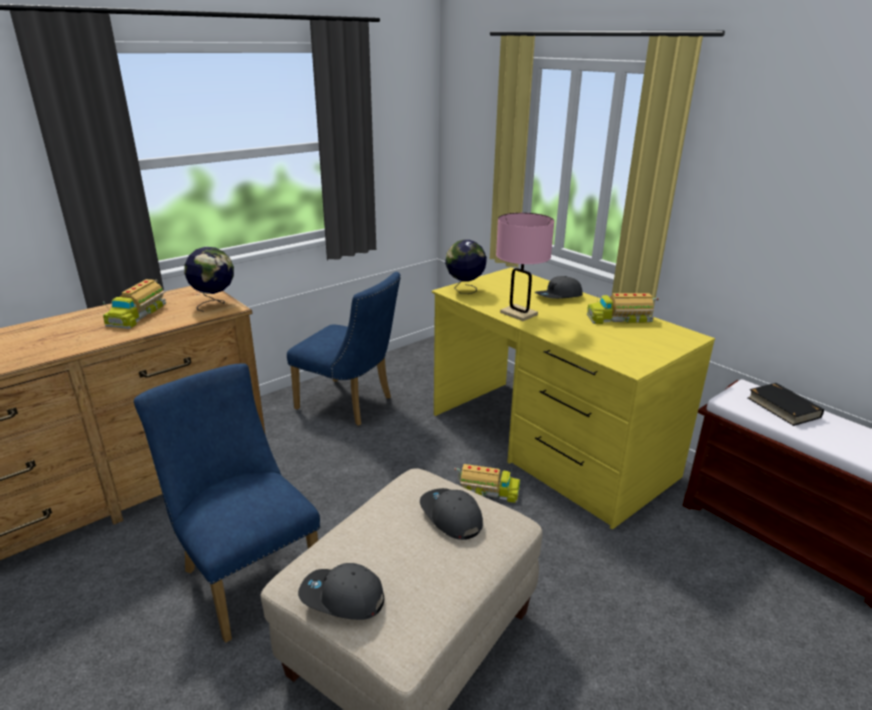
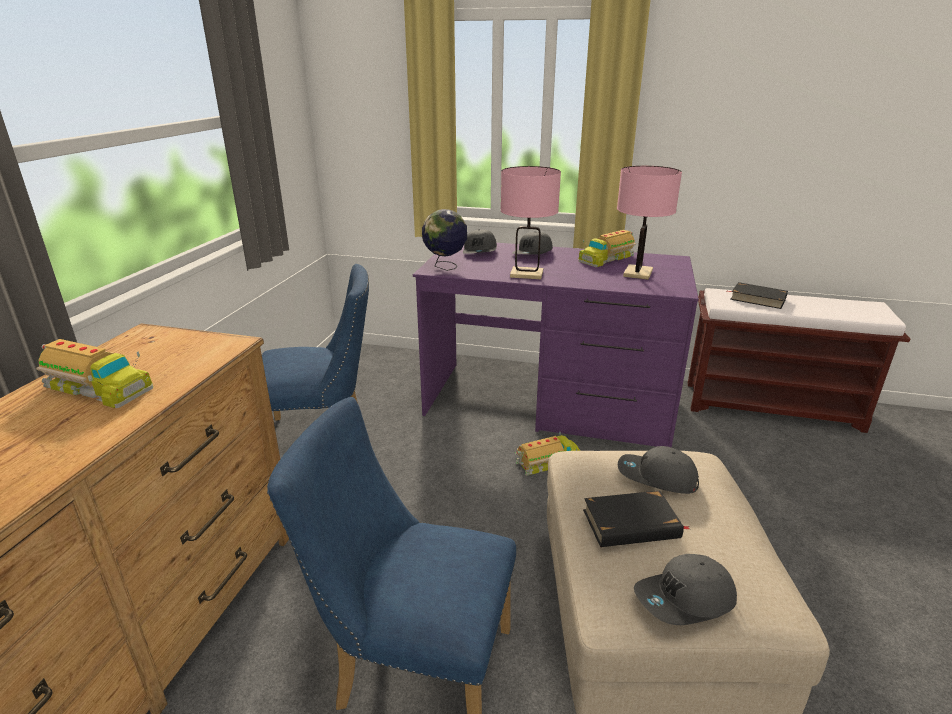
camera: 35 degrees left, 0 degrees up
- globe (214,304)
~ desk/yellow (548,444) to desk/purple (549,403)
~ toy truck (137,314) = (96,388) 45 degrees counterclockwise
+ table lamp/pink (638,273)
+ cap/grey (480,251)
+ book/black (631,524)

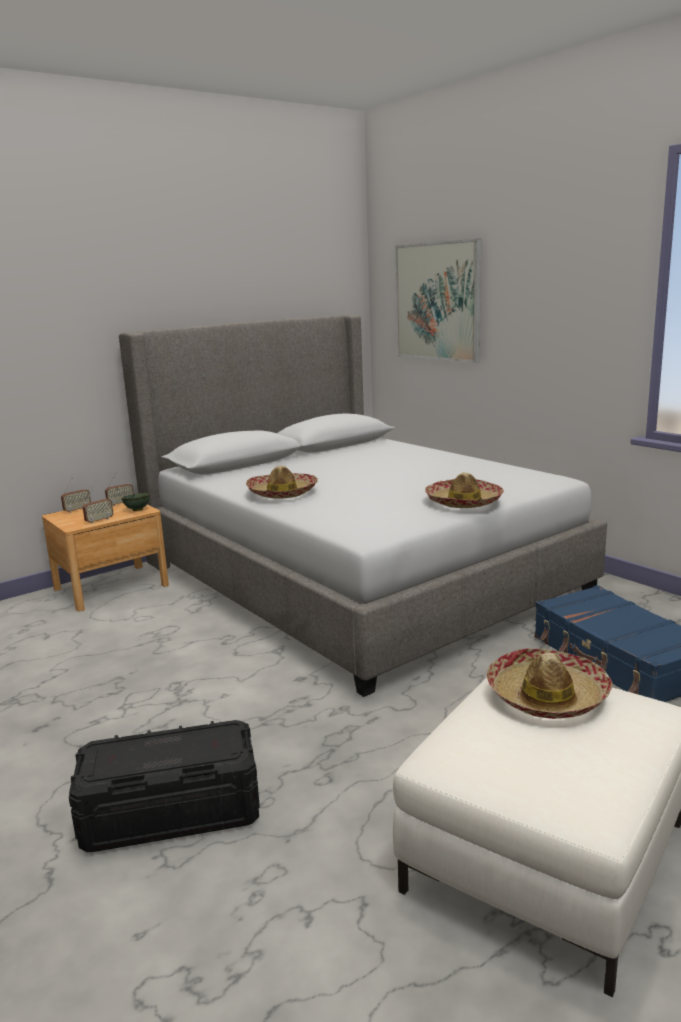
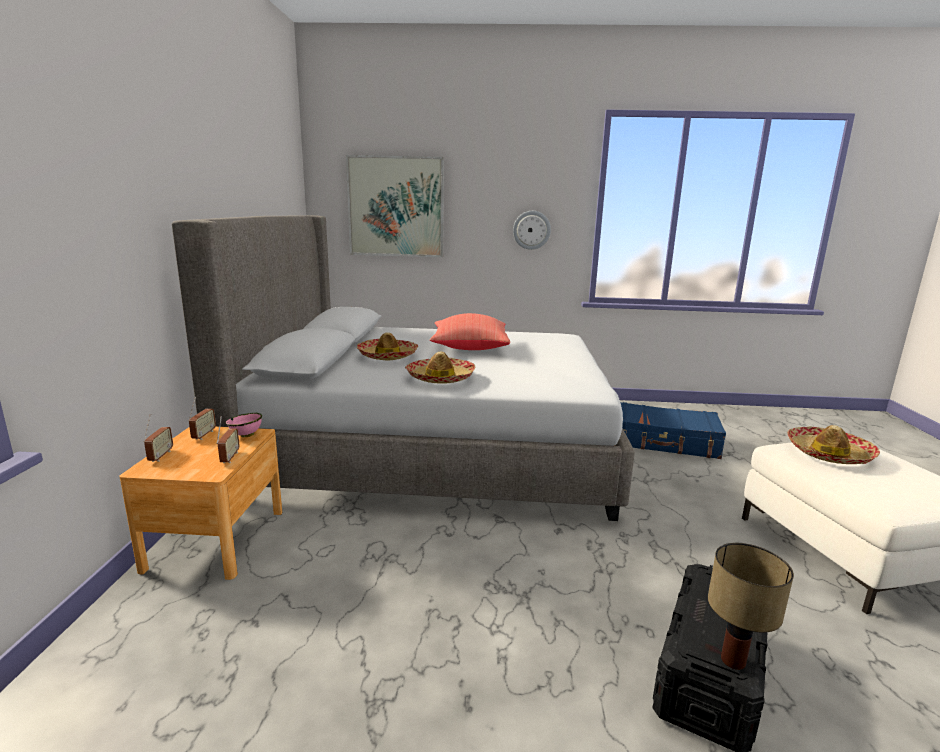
camera: 50 degrees left, 0 degrees up
~ hat (464,502) to (387,356)
~ bowl/green (137,510) to bowl/pink (246,435)
+ wall clock (531,230)
+ pillow/red (469,348)
+ table lamp (731,659)

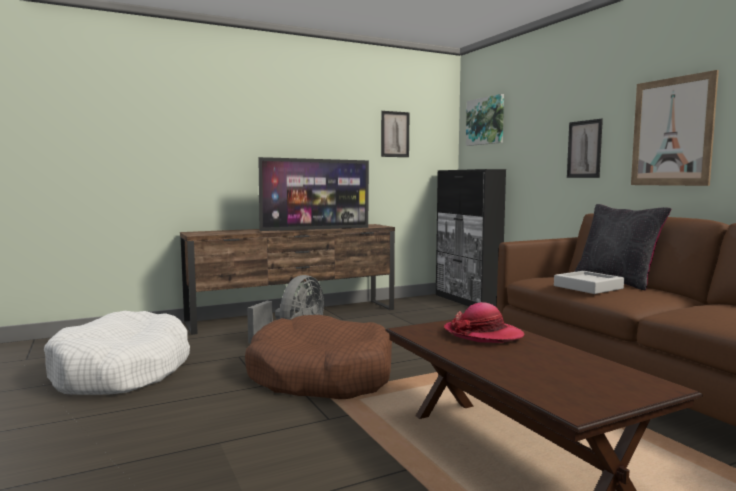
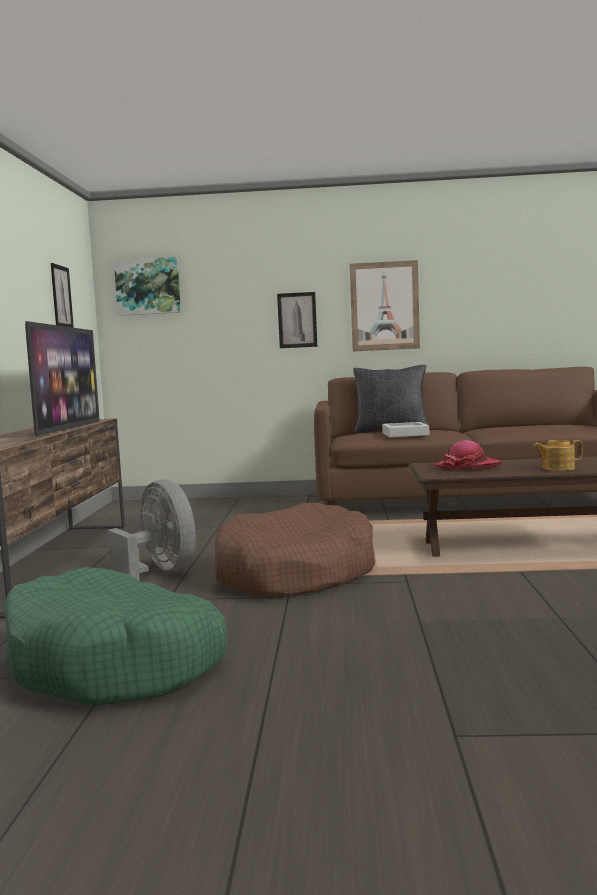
camera: 60 degrees left, 0 degrees up
- cabinet/black (467,301)
~ dog bed/white (121,371) to dog bed/green (114,663)
+ teapot (557,468)

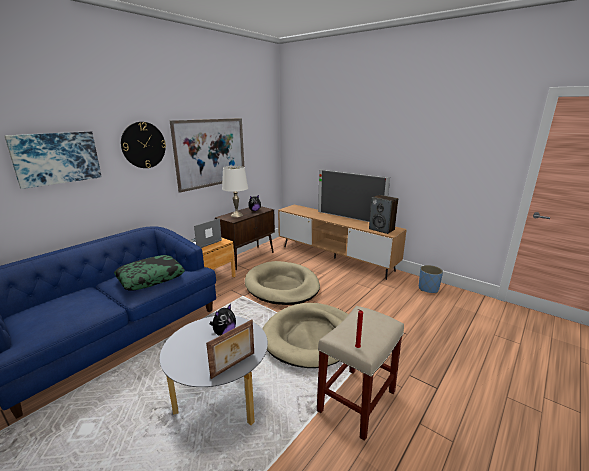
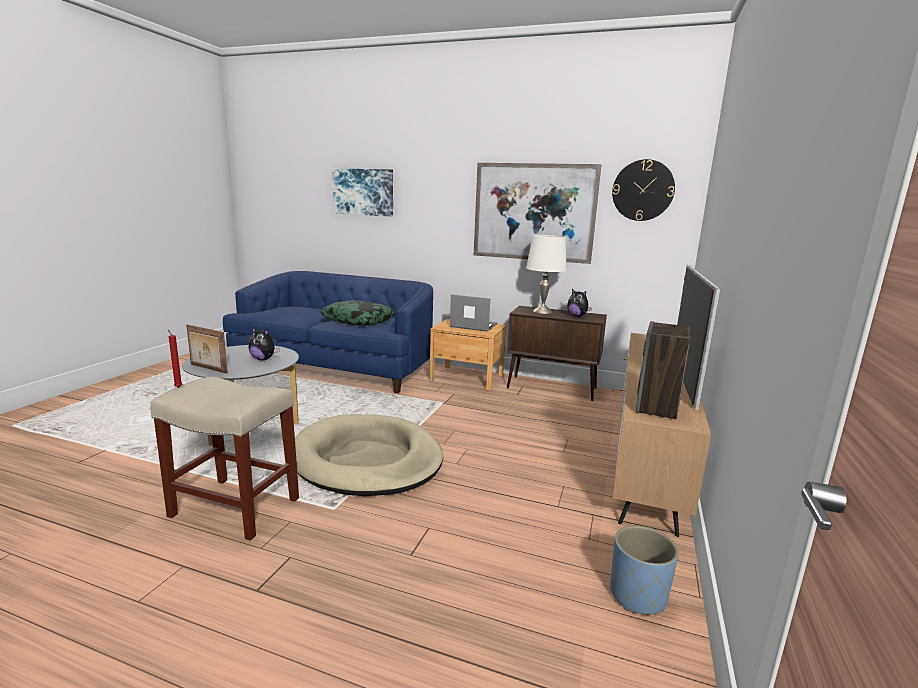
camera: 70 degrees right, 5 degrees down
~ wall clock (143,145) to (642,190)
- dog bed/beige (282,286)

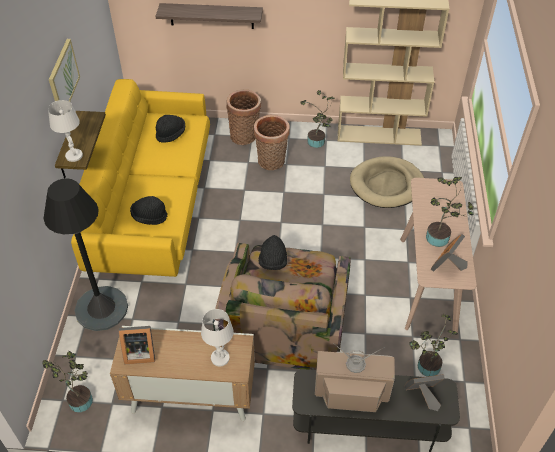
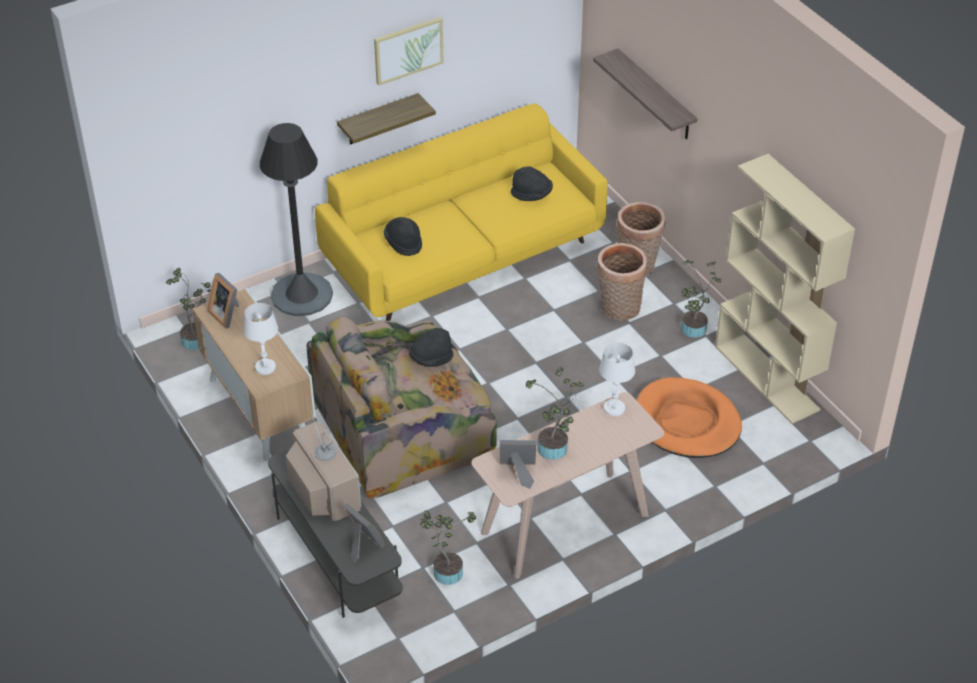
camera: 55 degrees right, 5 degrees down
~ table lamp/white (74,155) to (614,408)
~ dog bed/beige (386,185) to dog bed/orange (686,422)

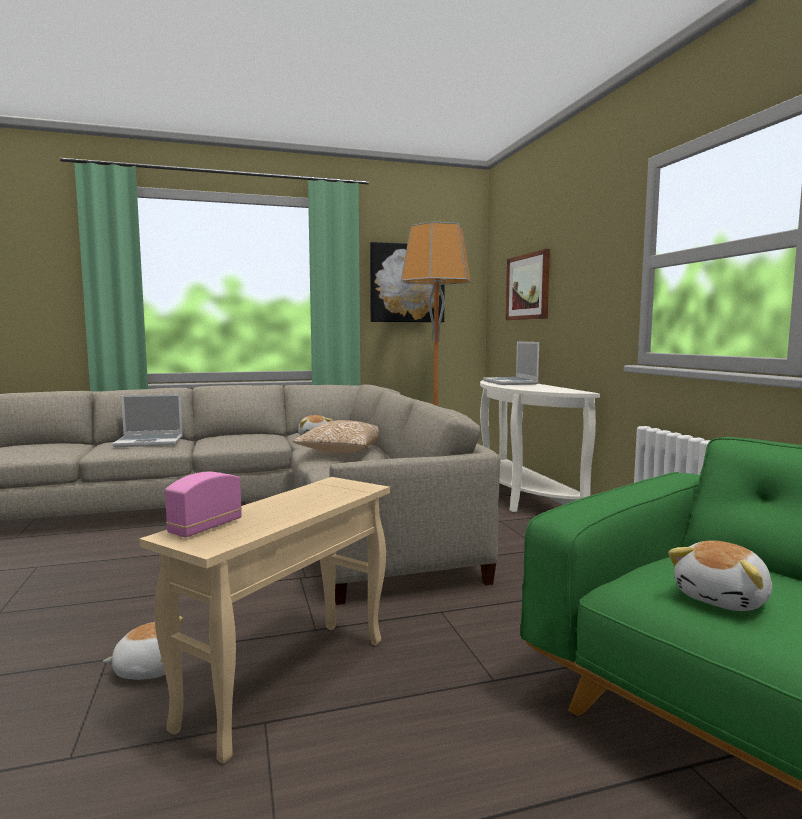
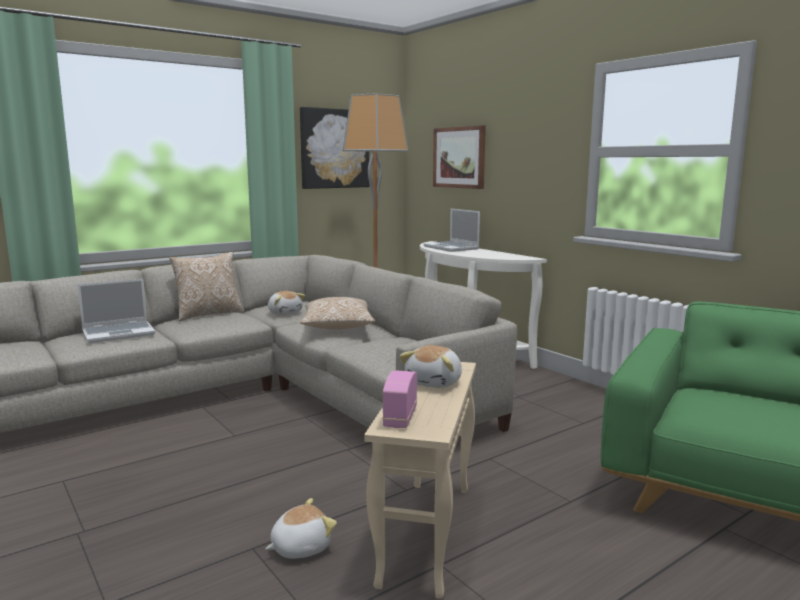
camera: 20 degrees left, 5 degrees up
~ plush toy (723,599) to (435,382)
+ pillow (208,314)

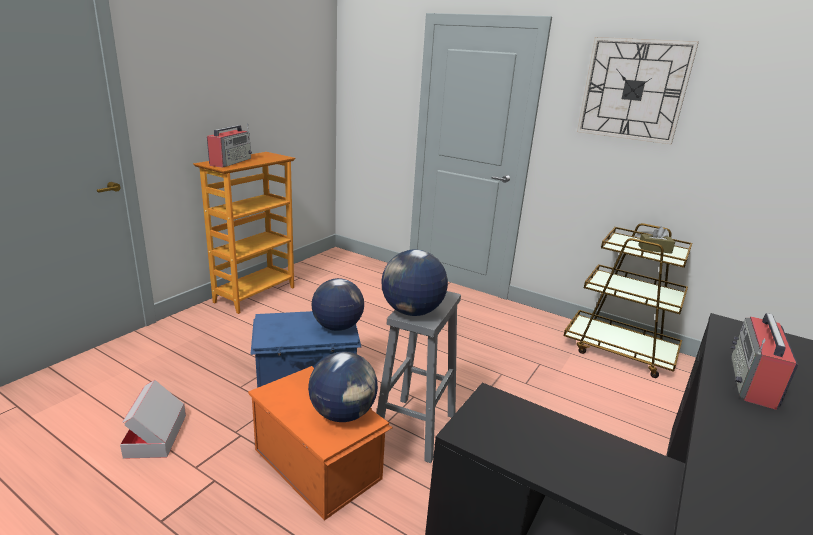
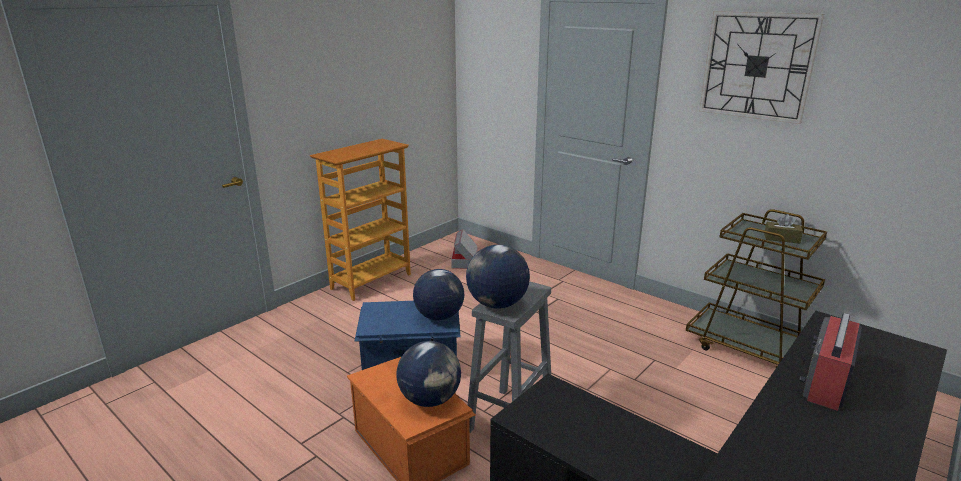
camera: 10 degrees right, 0 degrees up
- radio (231,162)
~ cardboard box (156,436) to (464,261)

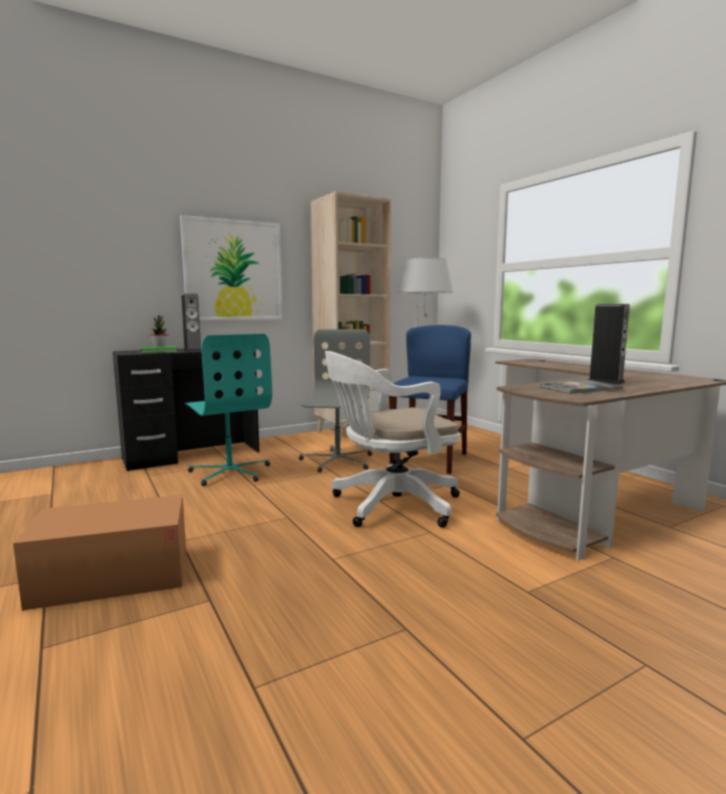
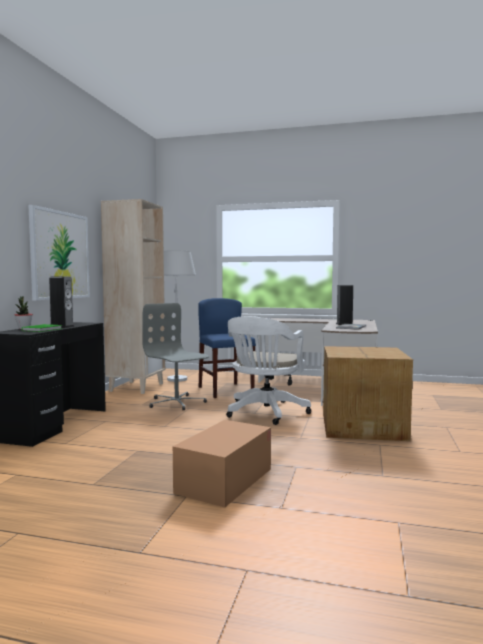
camera: 45 degrees left, 5 degrees down
- office chair/turquoise (230,472)
+ cardboard box (364,426)

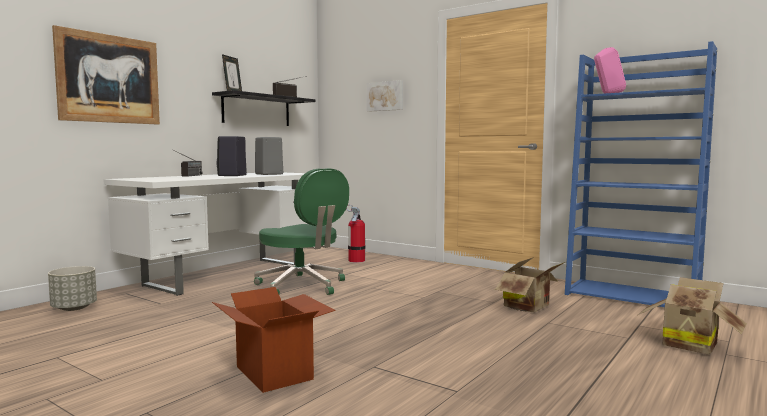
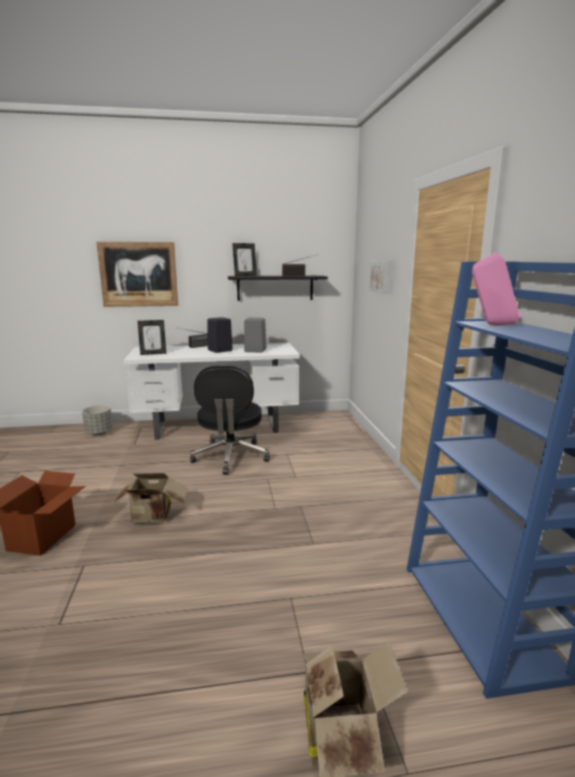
camera: 45 degrees right, 10 degrees up
~ office chair/green (302,286) to office chair/black (230,457)
- fire extinguisher (356,260)
~ cardboard box (530,307) to (152,517)
+ picture frame (153,353)

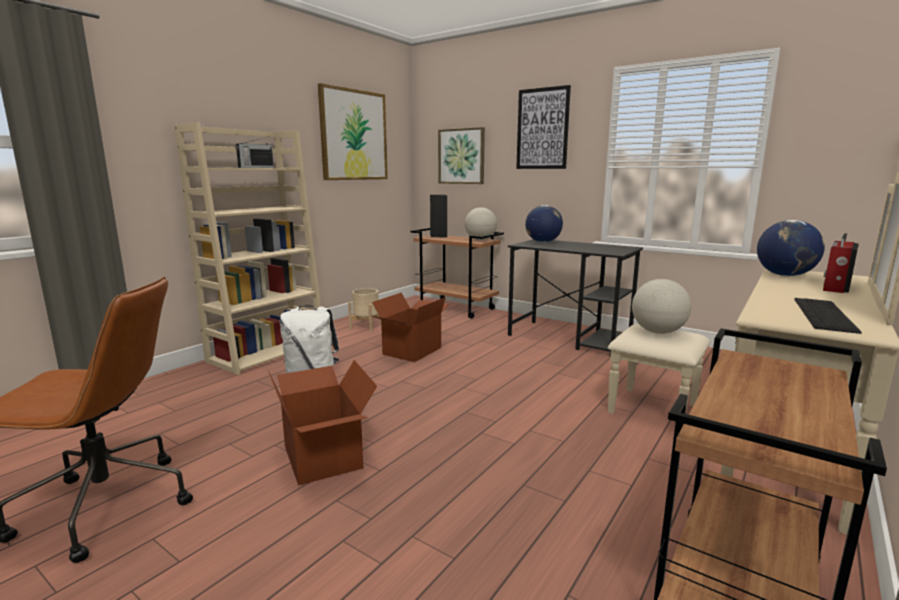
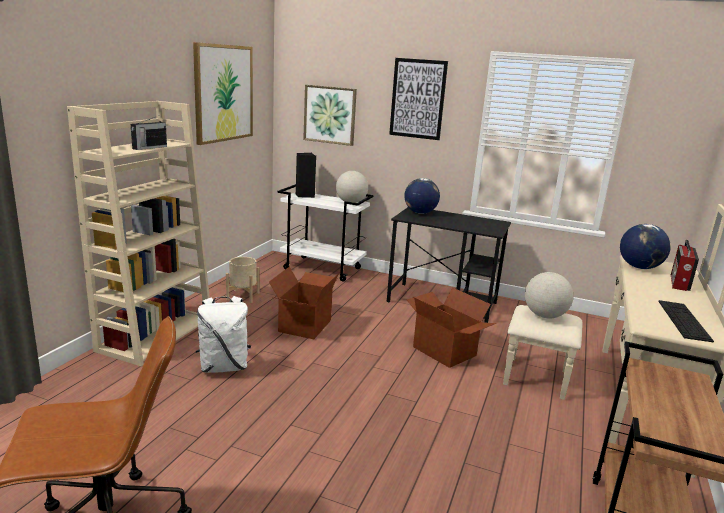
camera: 15 degrees left, 5 degrees up
~ cart/brown (457,309) to cart/white (323,269)
~ cardboard box (324,456) to (445,351)

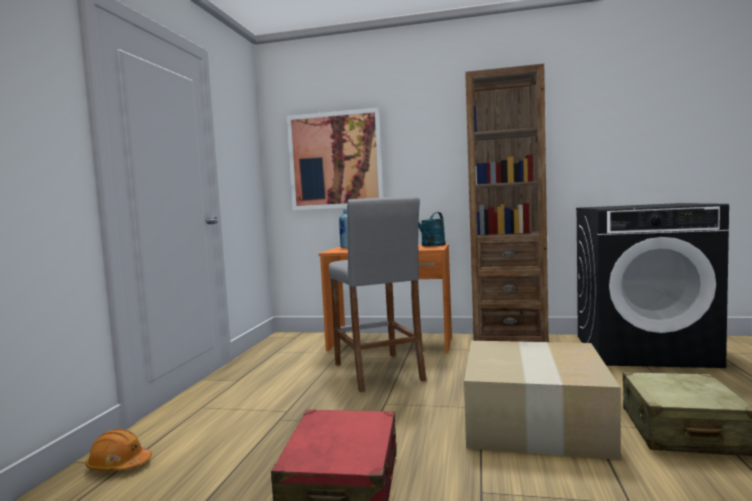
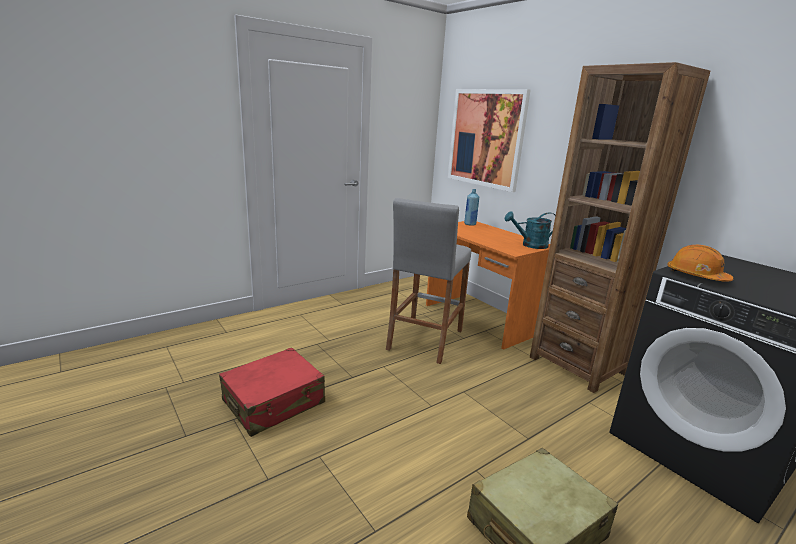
camera: 40 degrees right, 15 degrees up
- cardboard box (537,422)
~ hard hat/orange (119,464) to (696,276)

